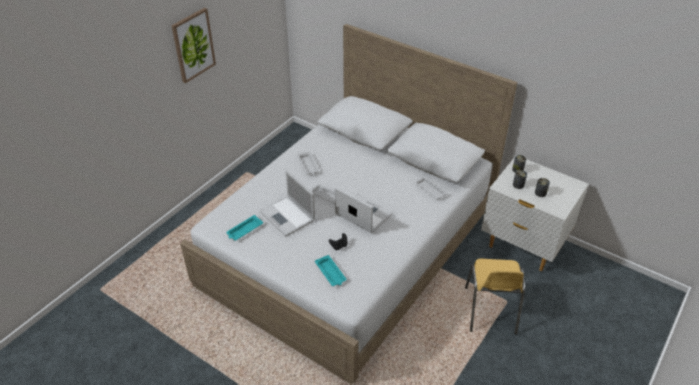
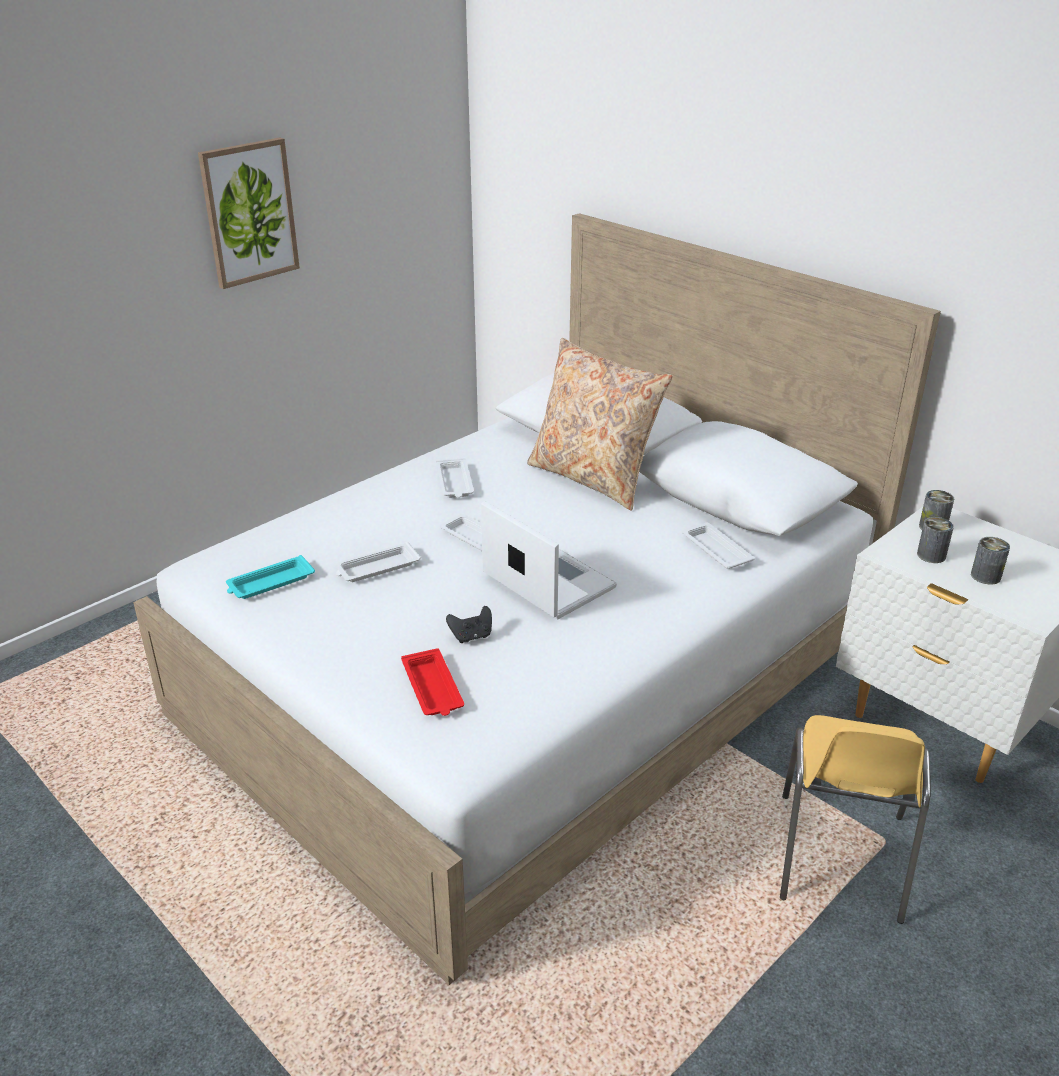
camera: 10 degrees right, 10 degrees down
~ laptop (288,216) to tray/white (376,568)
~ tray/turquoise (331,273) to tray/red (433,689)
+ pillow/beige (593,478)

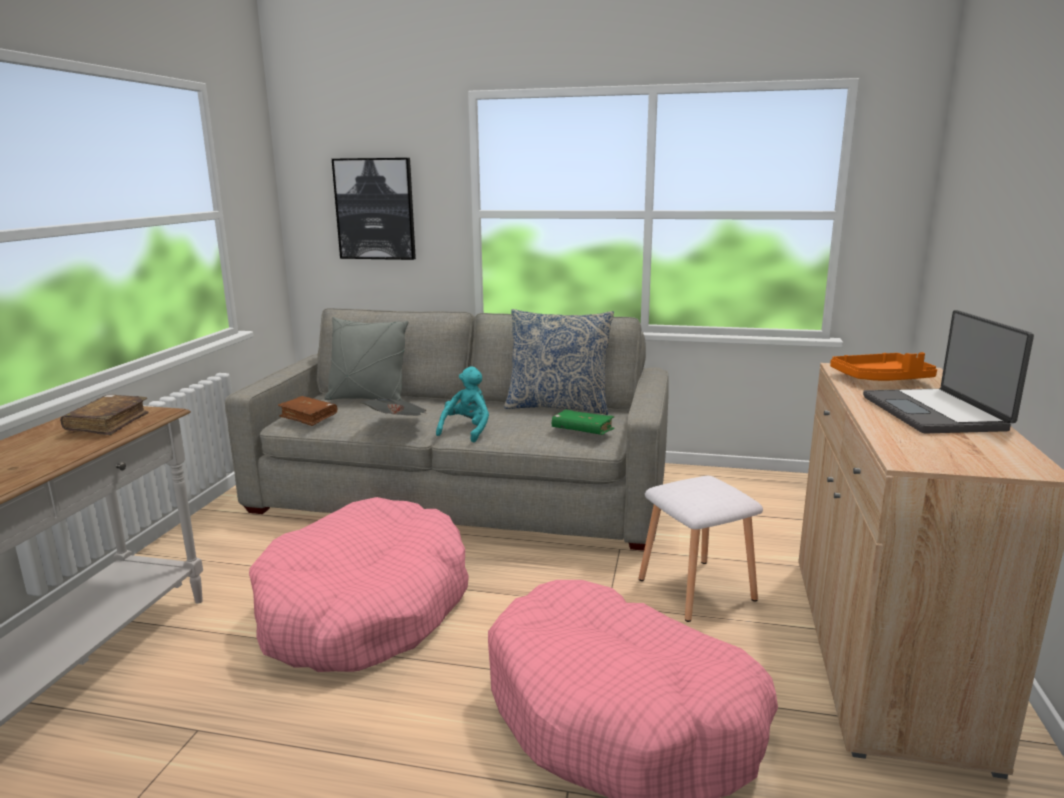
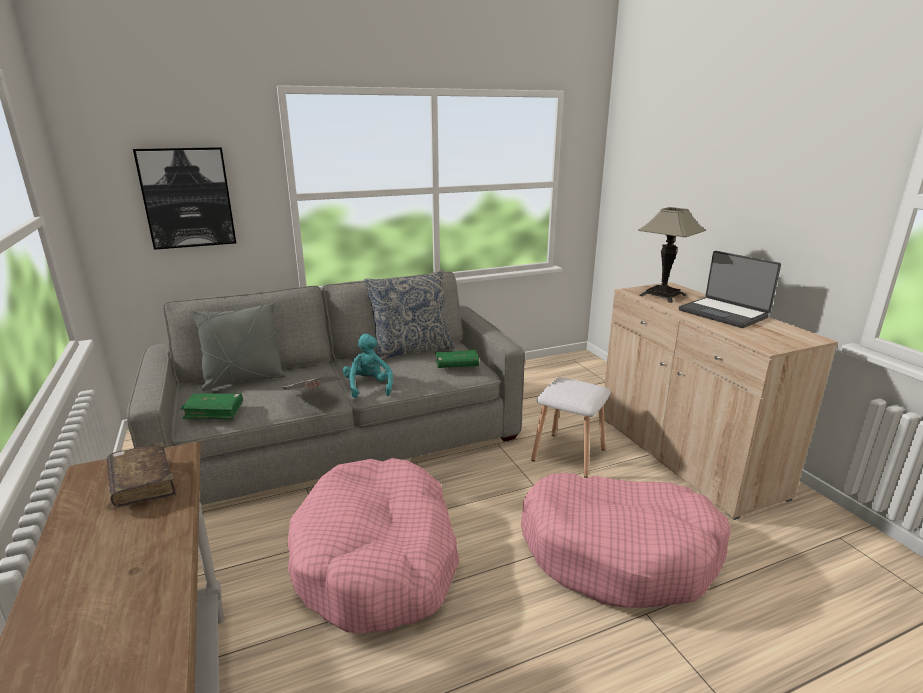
camera: 35 degrees left, 5 degrees up
~ tray/orange (881,379) to table lamp (662,295)
~ book/brown (308,417) to book/green (214,411)

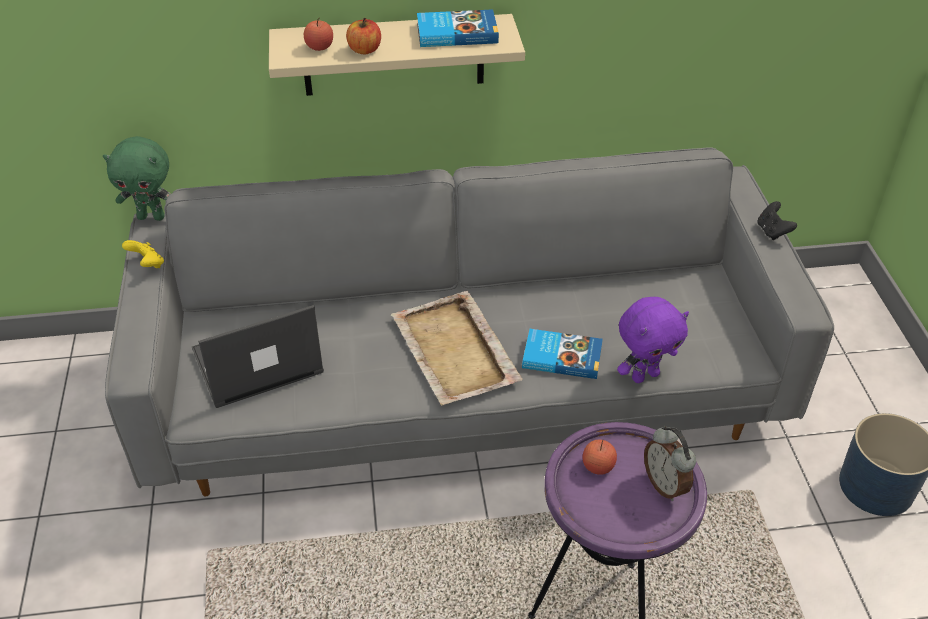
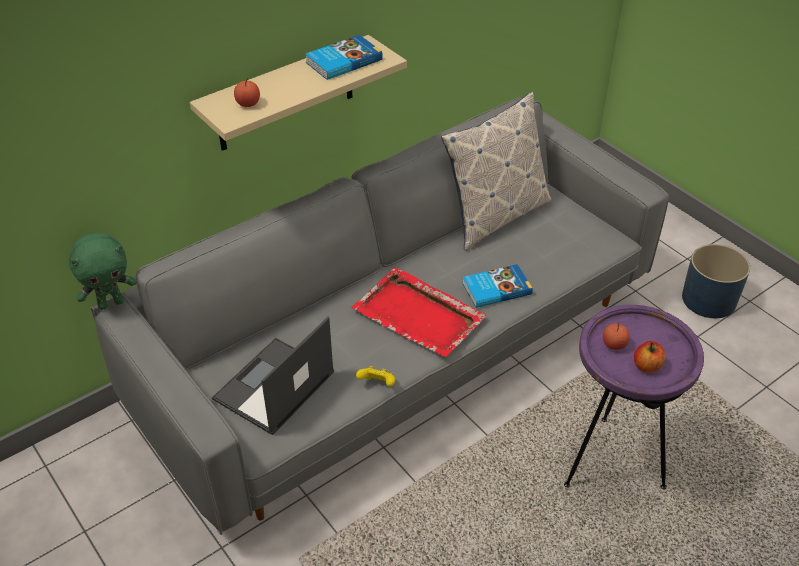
camera: 30 degrees left, 0 degrees up
~ apple (364,50) to (647,366)
- game controller/black (772,231)
~ game controller/yellow (147,264) to (377,384)
~ tray/beige (455,352) to tray/red (419,316)
- plush toy/purple (644,375)
- alarm clock (665,485)
+ pillow (495,216)

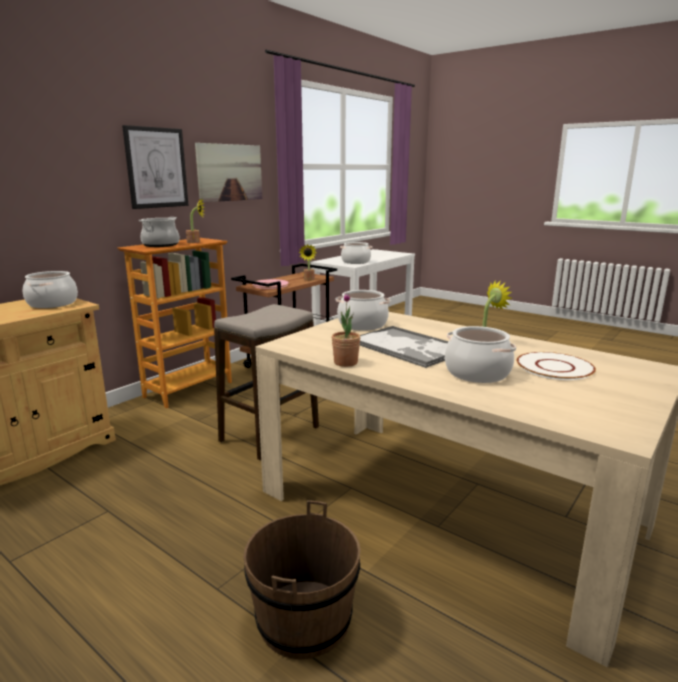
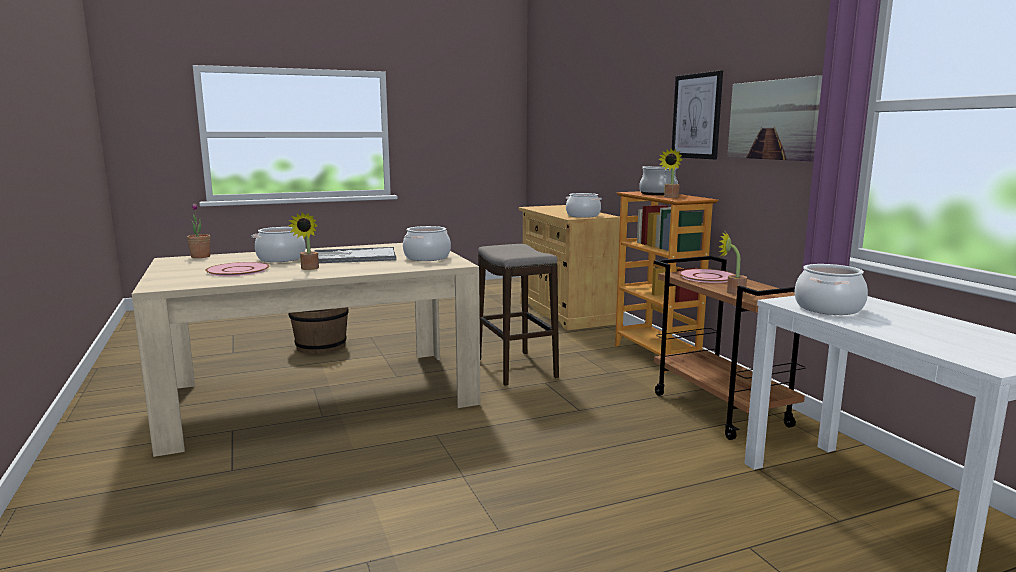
camera: 120 degrees right, 5 degrees down
~ potted plant (345,362) to (200,256)
~ plate/white (554,367) to plate/pink (238,270)

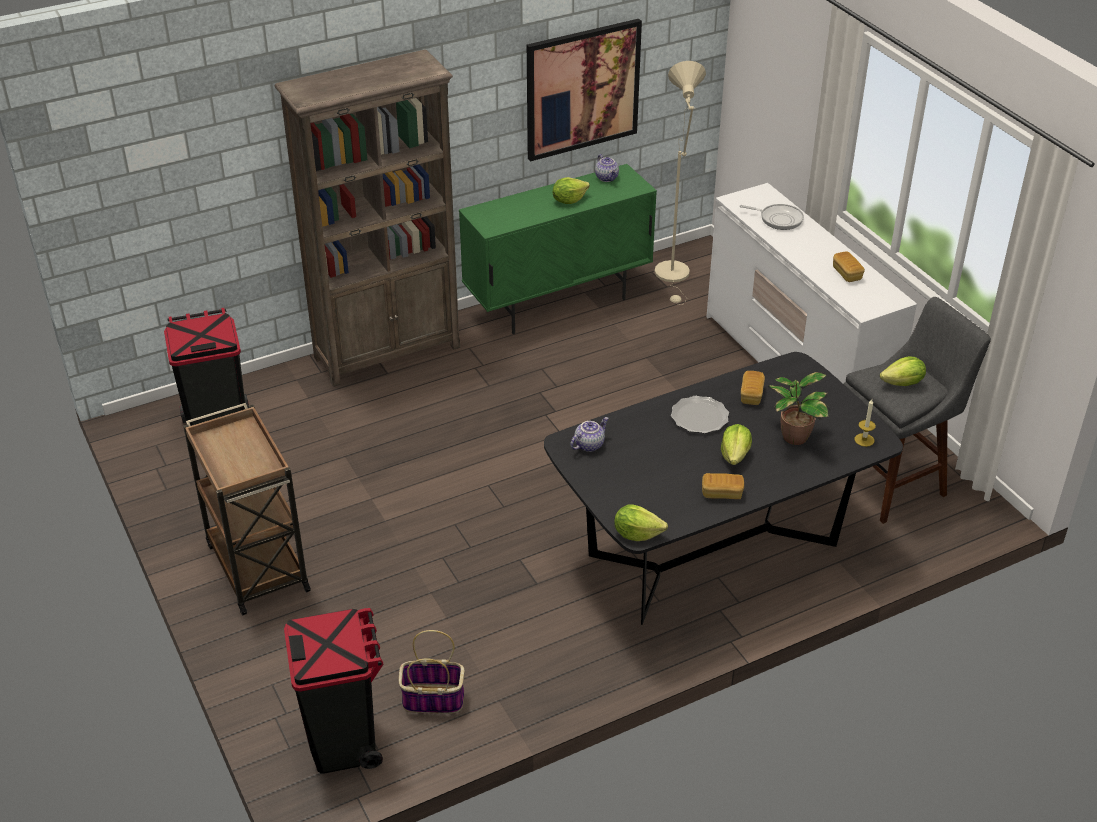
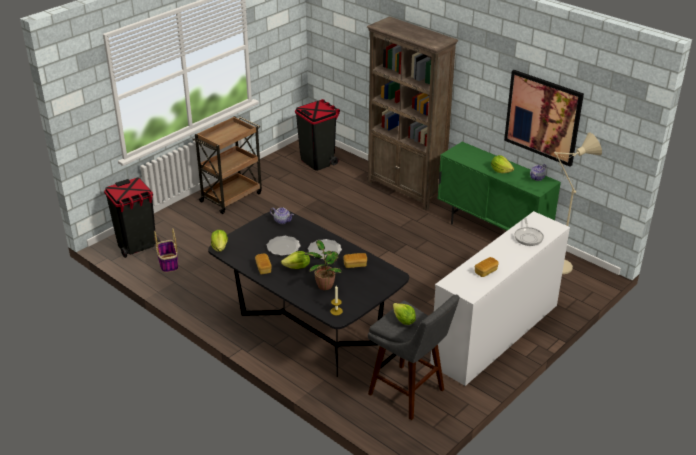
camera: 70 degrees right, 5 degrees down
+ plate (283,247)

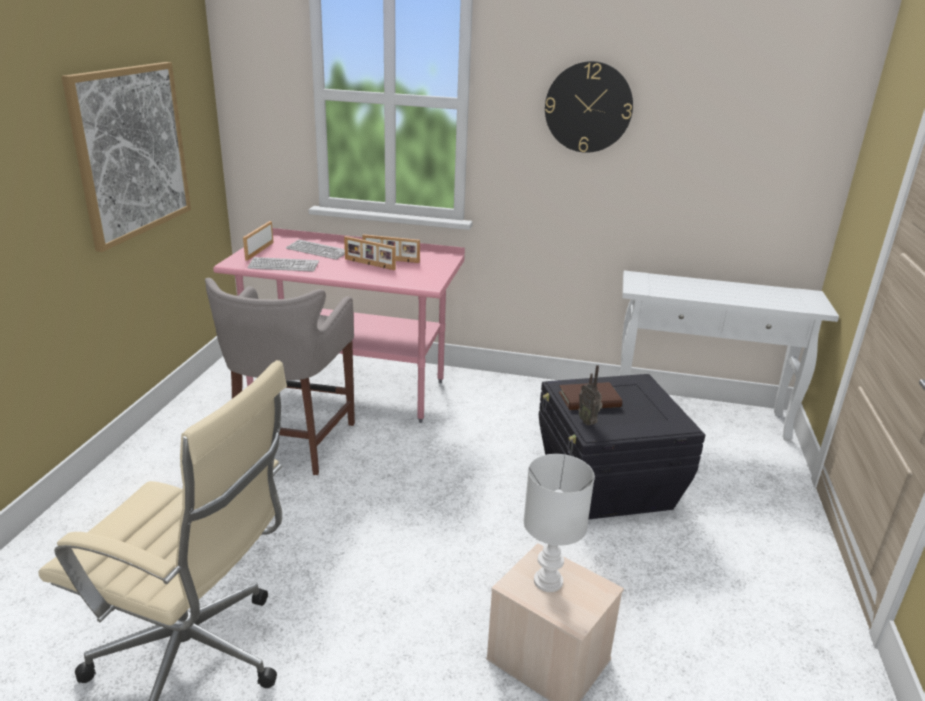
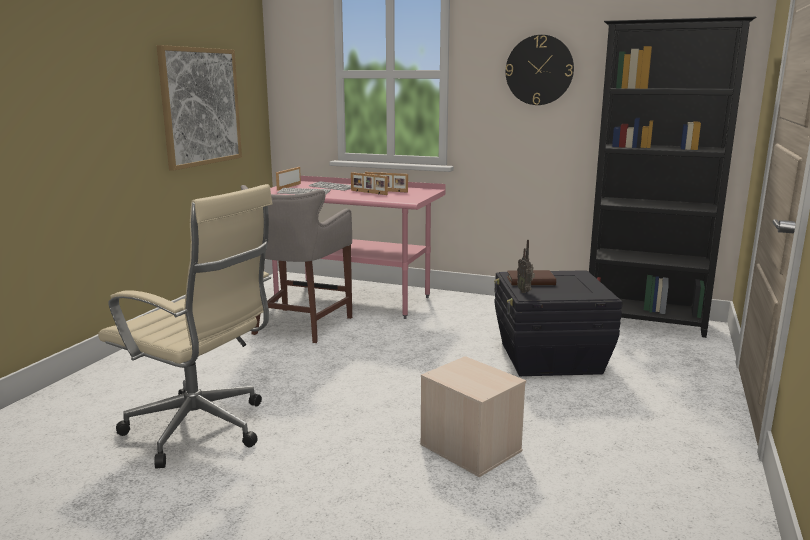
camera: 10 degrees right, 10 degrees down
~ console table/white (699,415) to bookcase/black (645,322)
- table lamp/white (548,580)

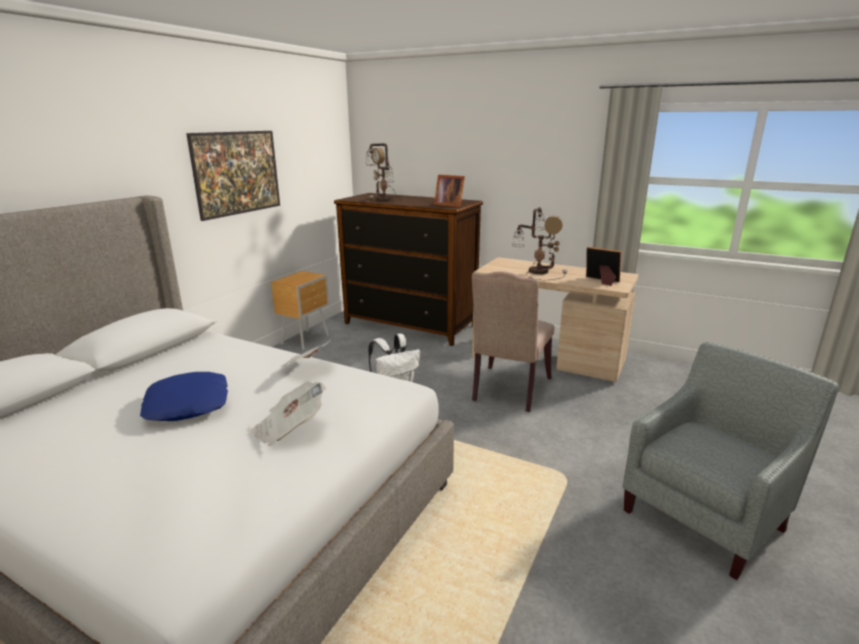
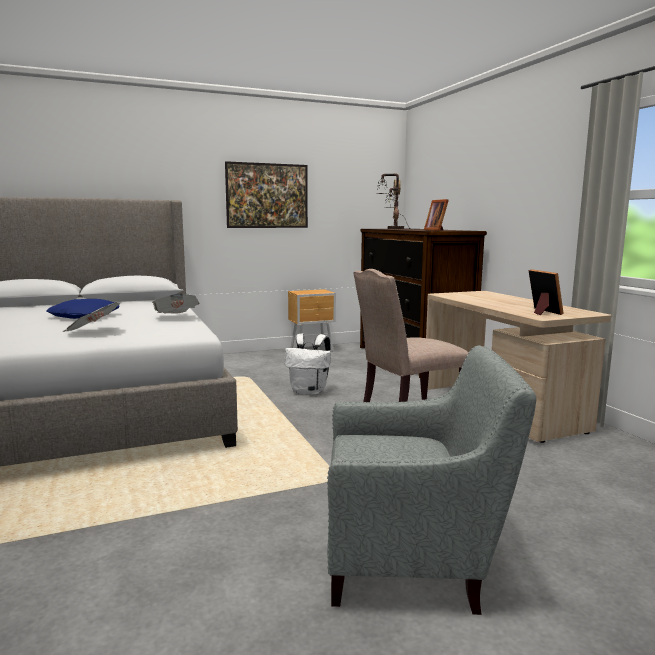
camera: 40 degrees right, 10 degrees down
- table lamp (537,271)

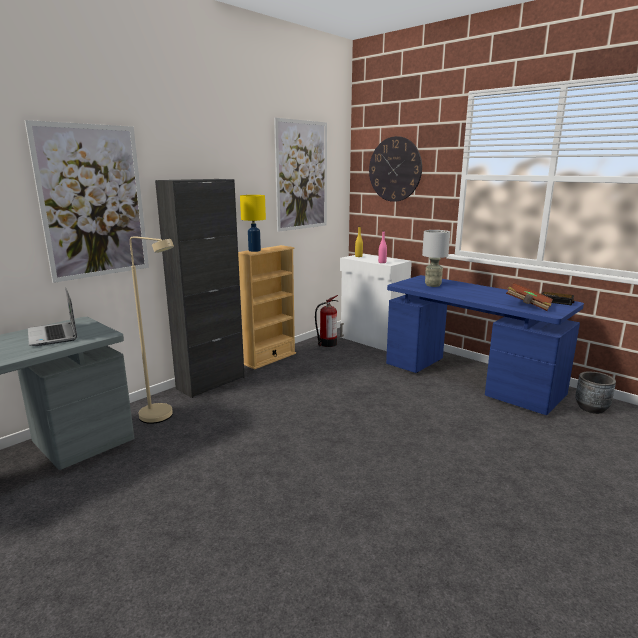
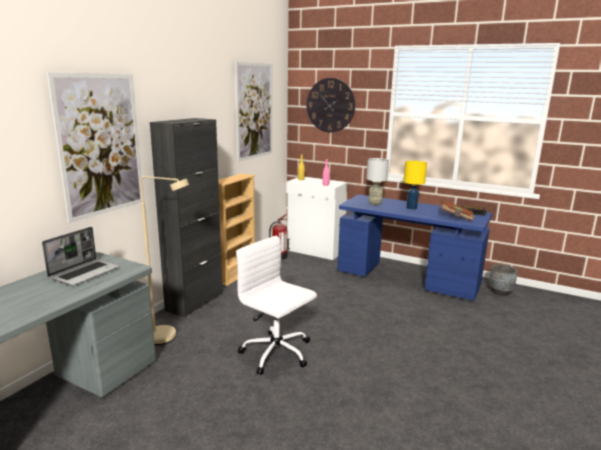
camera: 15 degrees left, 0 degrees up
~ table lamp/yellow (254,250) to (411,208)
~ laptop (54,335) = (85,273) 105 degrees counterclockwise
+ office chair/white (277,353)

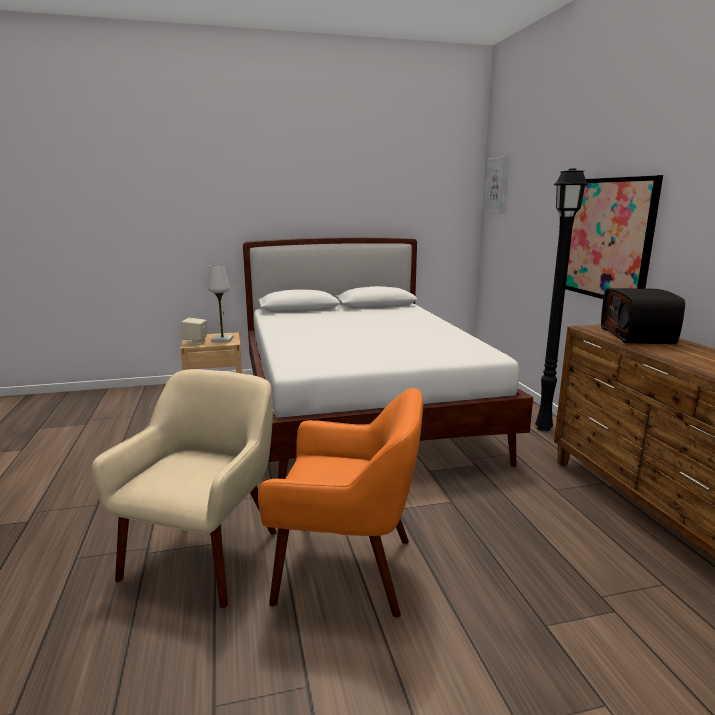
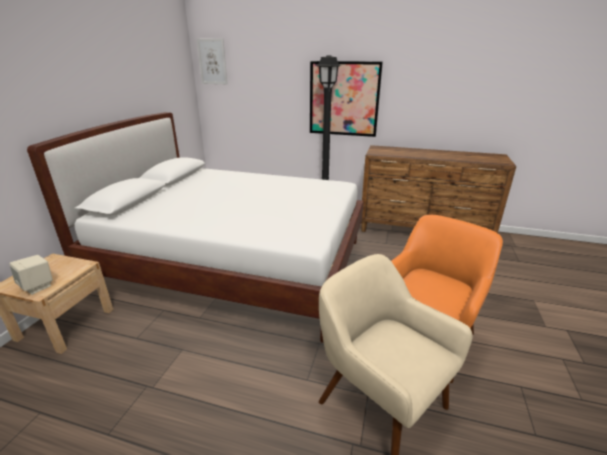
camera: 60 degrees left, 10 degrees up
- table lamp/white (222,339)
- radio (638,336)

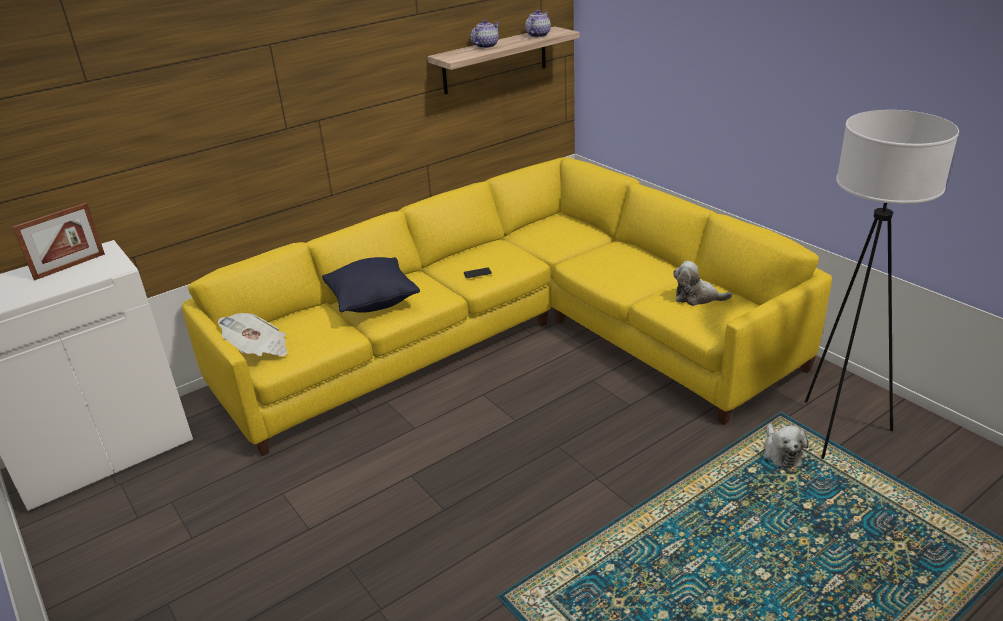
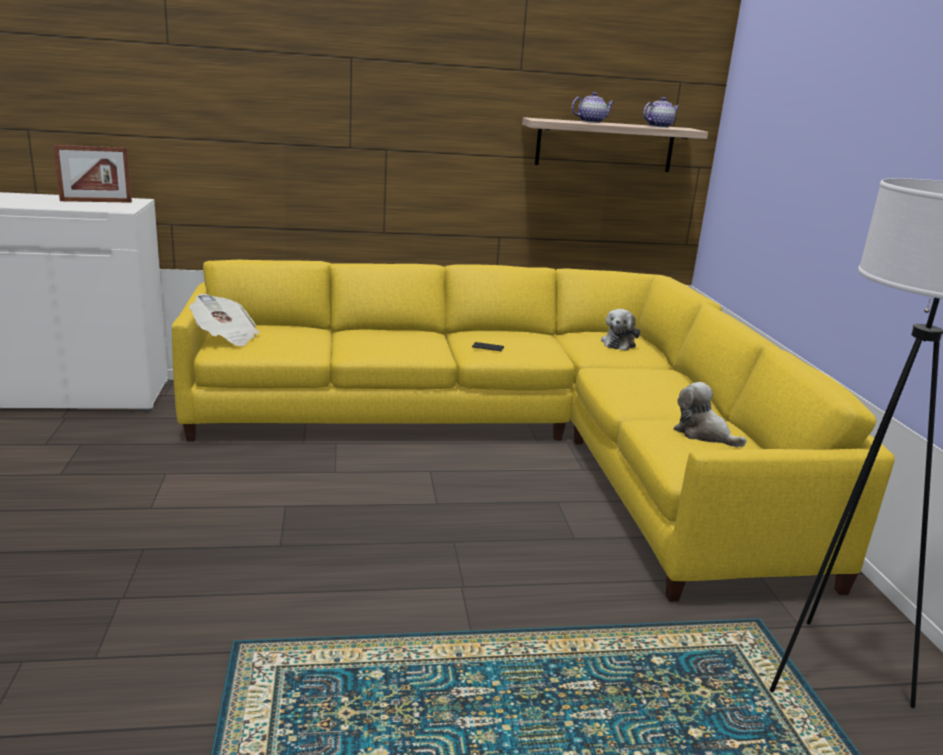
camera: 25 degrees right, 10 degrees down
- pillow/black (373,303)
~ plush toy (781,453) to (619,343)

